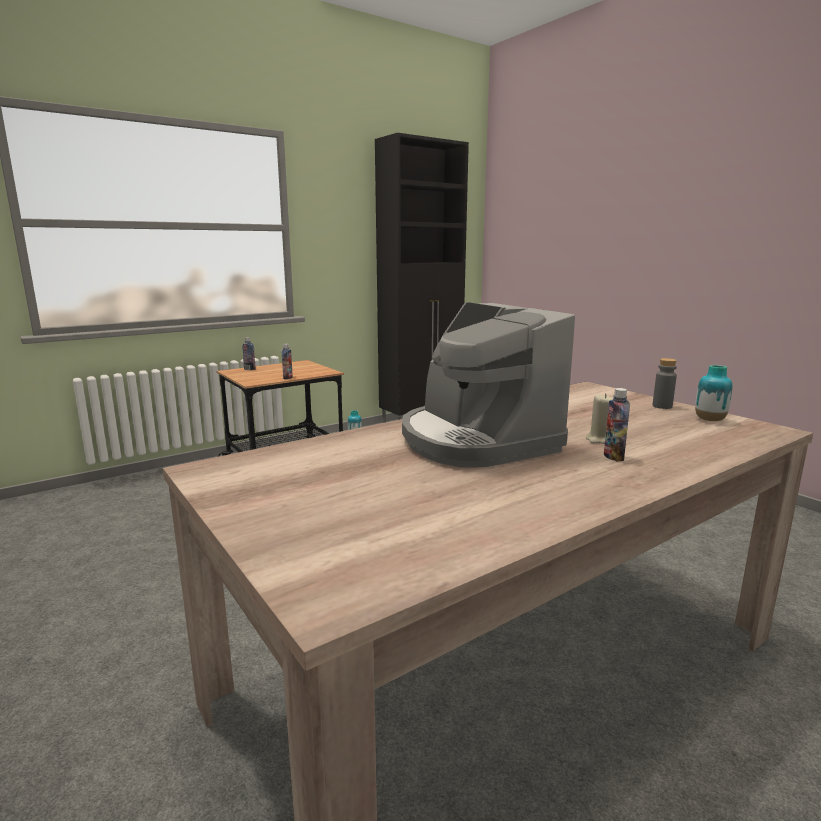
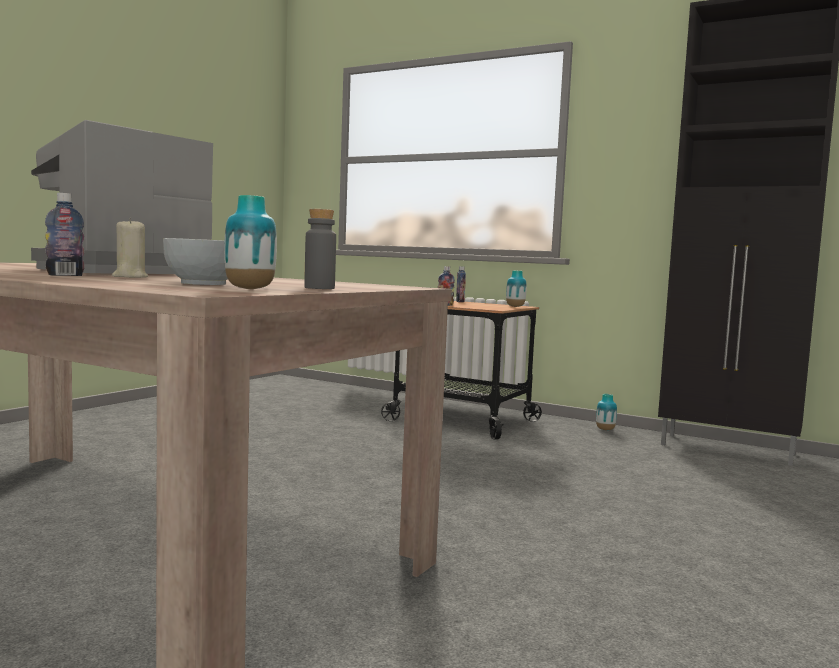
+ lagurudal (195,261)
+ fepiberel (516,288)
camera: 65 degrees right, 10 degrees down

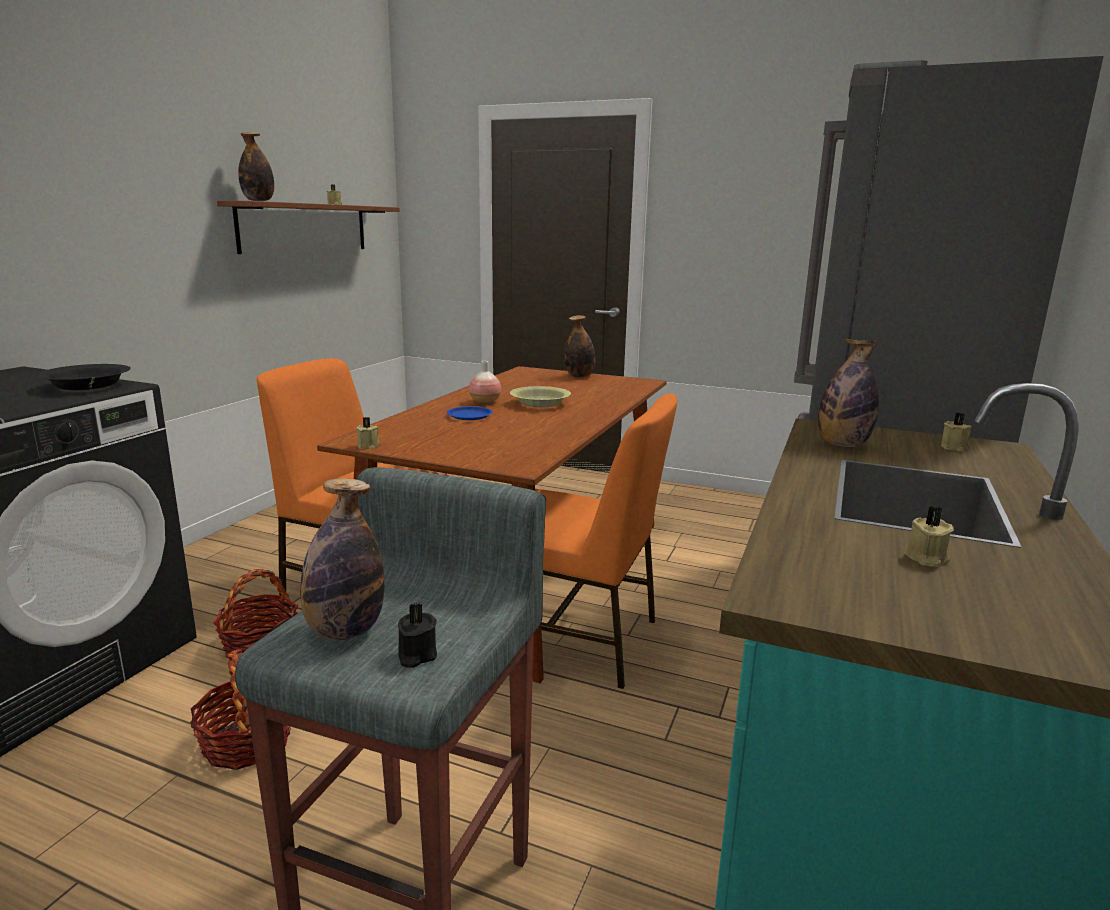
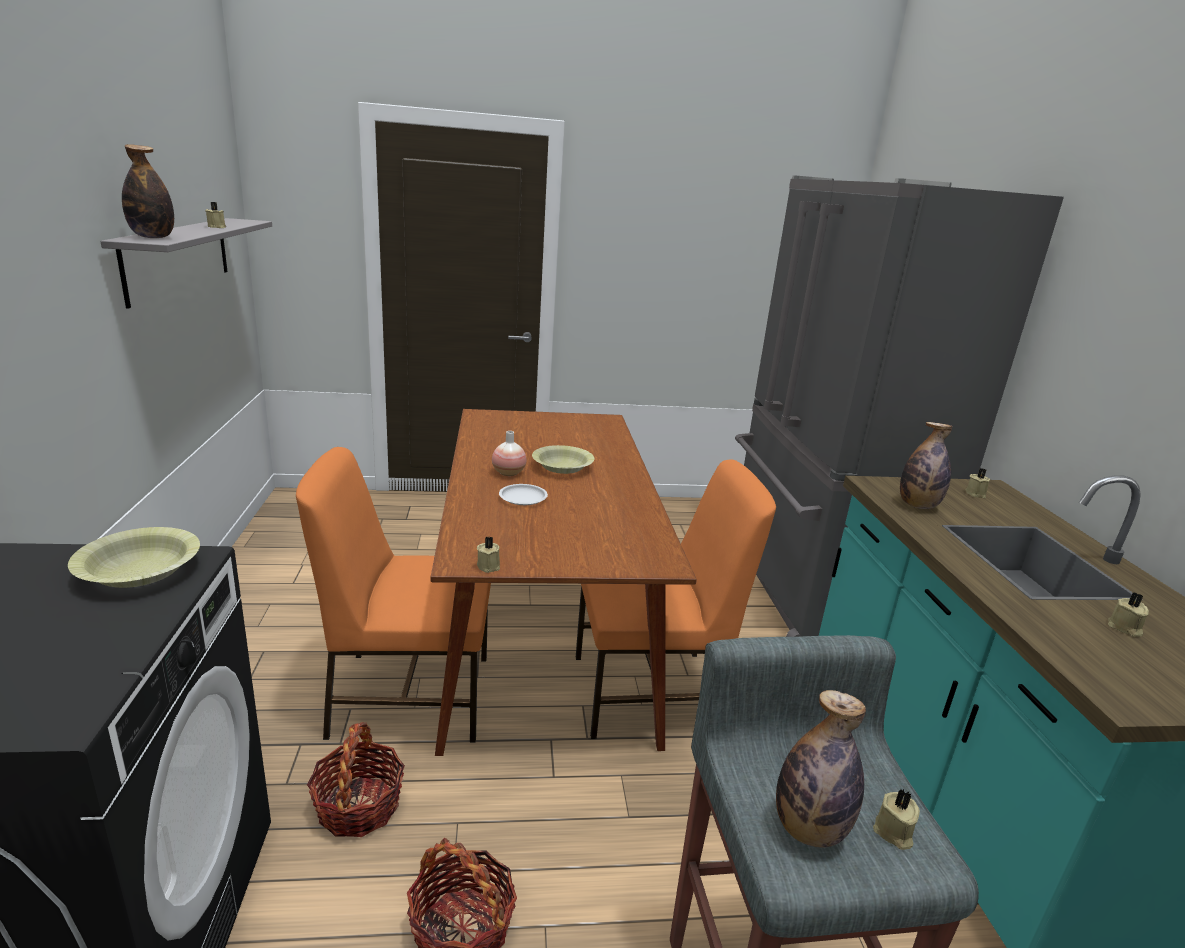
~ black_lagurudal (83,377) to yellow_lagurudal (134,557)
~ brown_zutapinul (308,227) to grey_zutapinul (186,263)
~ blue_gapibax (470,413) to white_gapibax (523,494)
~ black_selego (417,635) to beige_selego (896,819)
- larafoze (580,346)
camera: 30 degrees left, 5 degrees up

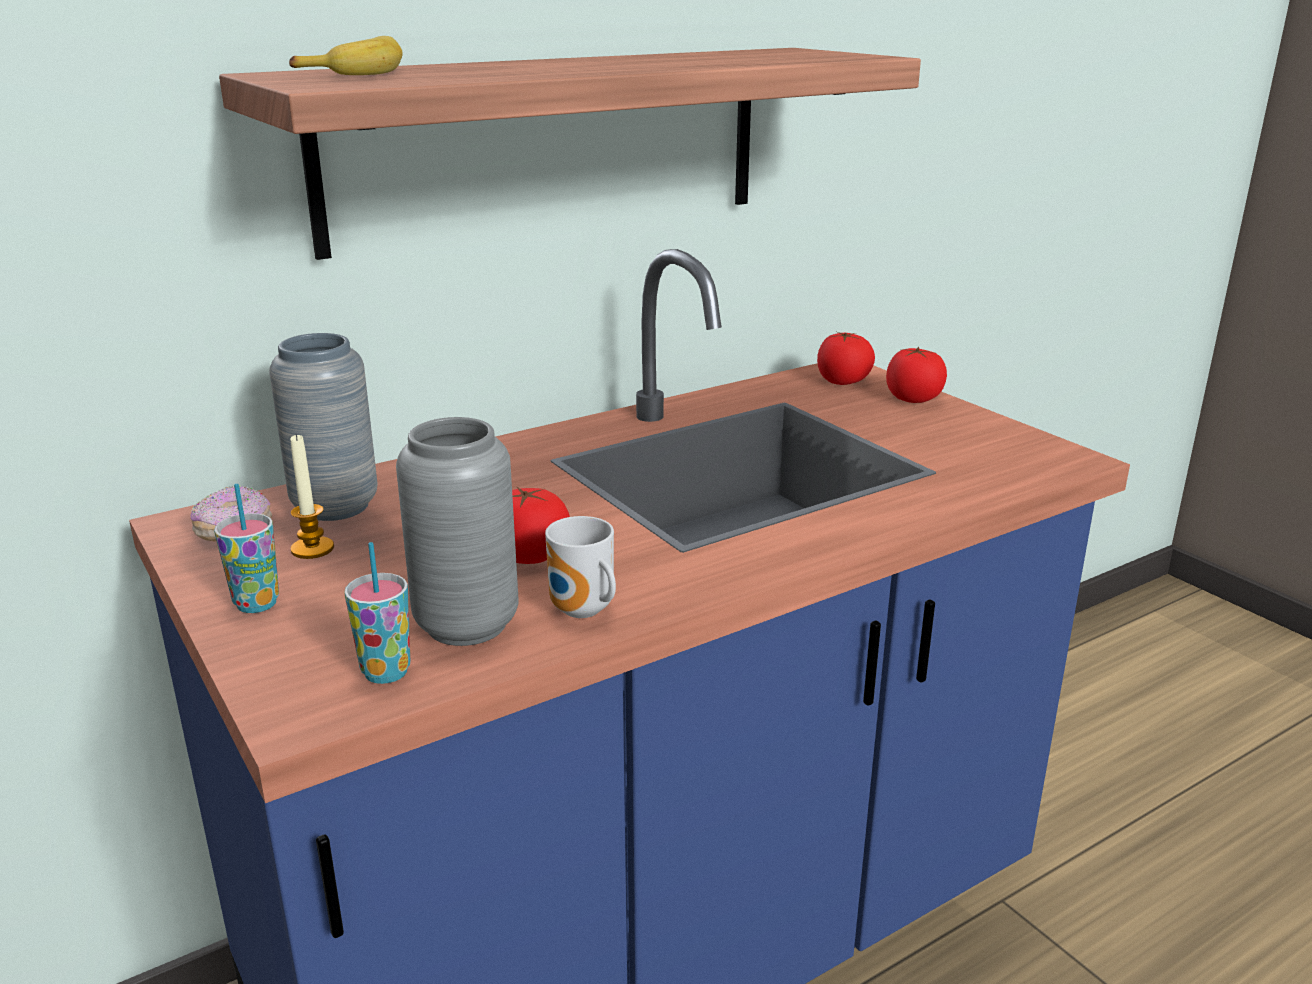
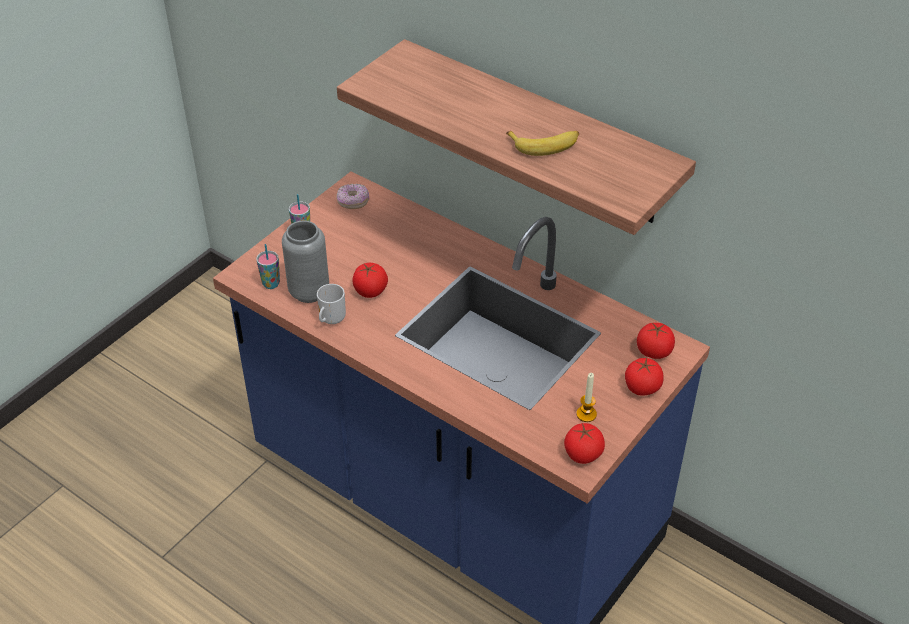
~ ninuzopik (346,55) to (542,143)
+ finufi (584,443)
~ selego (312,496) to (586,397)
- grey_fepiberel (323,427)
camera: 70 degrees right, 20 degrees up

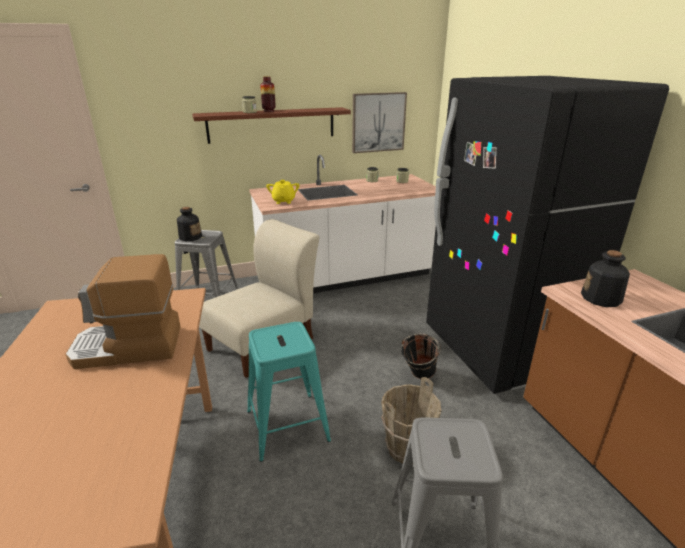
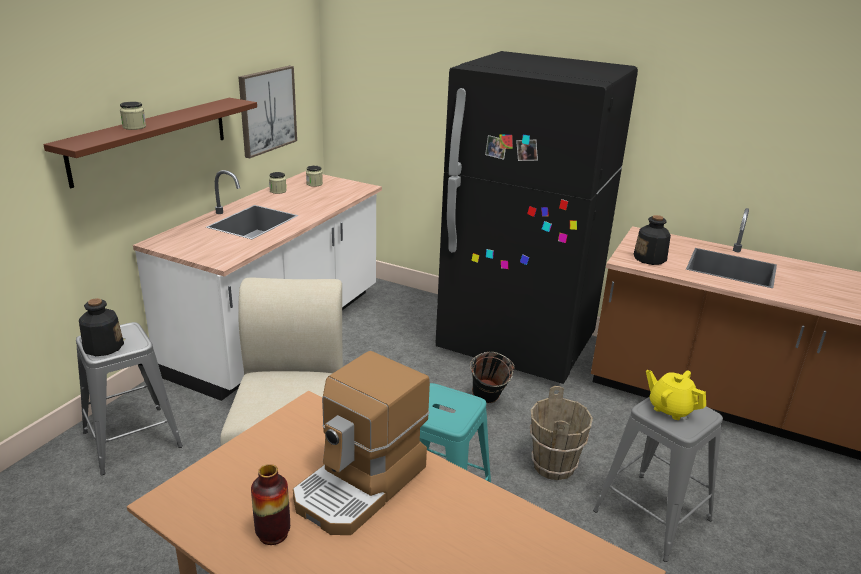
~ fepiberel (268,94) to (270,504)
~ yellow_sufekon (282,192) to (676,395)
camera: 45 degrees left, 0 degrees up

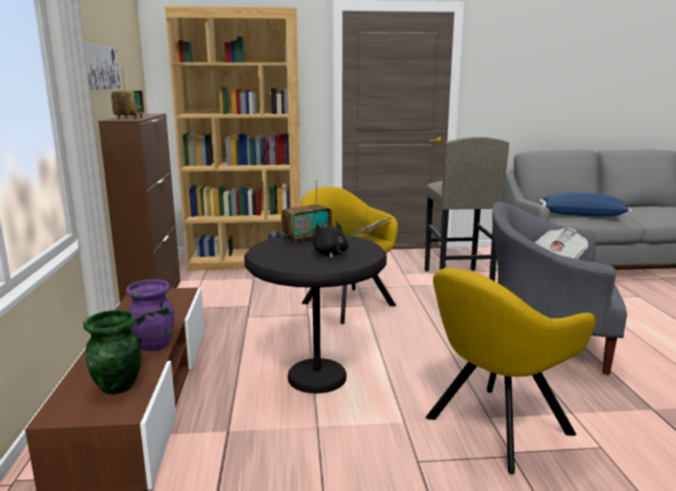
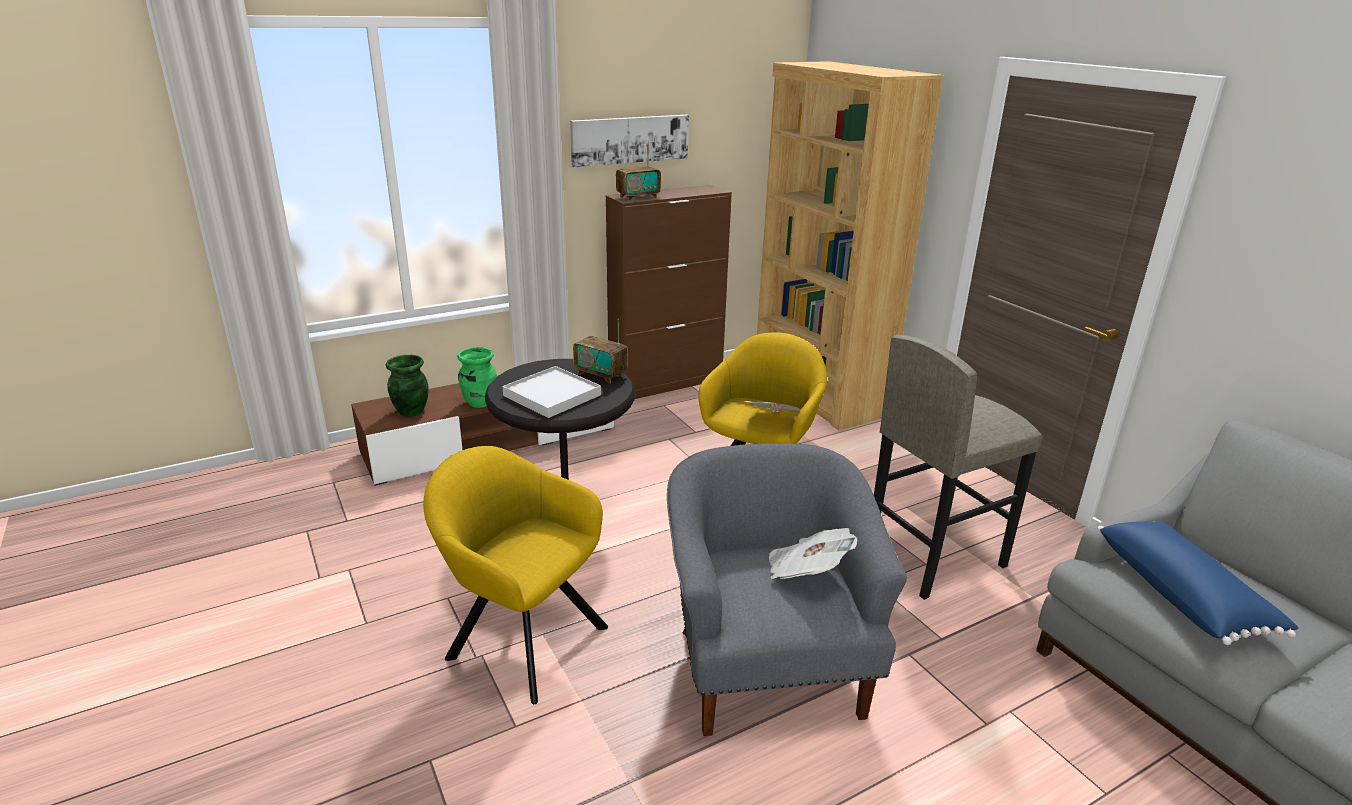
~ purple_fepiberel (150,315) to green_fepiberel (477,377)
~ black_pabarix (331,240) to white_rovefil (551,392)
camera: 65 degrees right, 10 degrees up

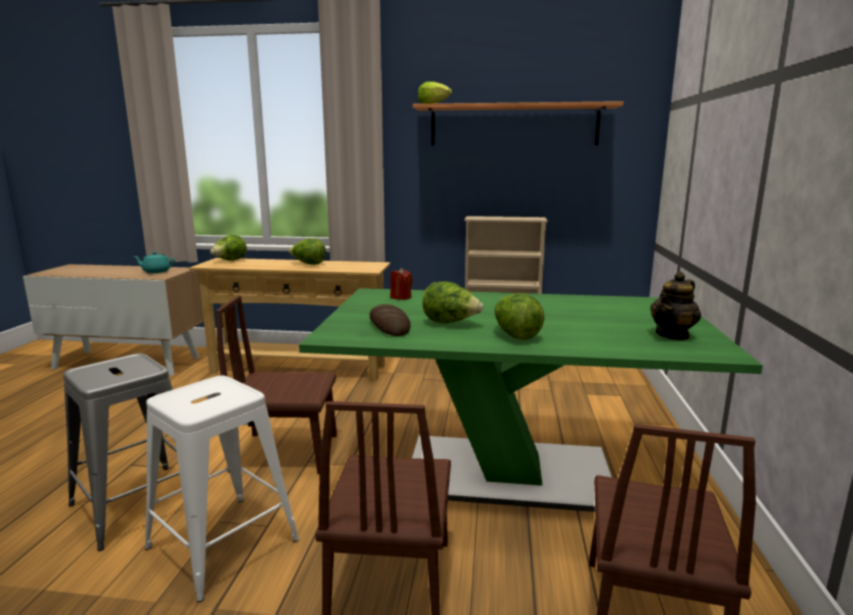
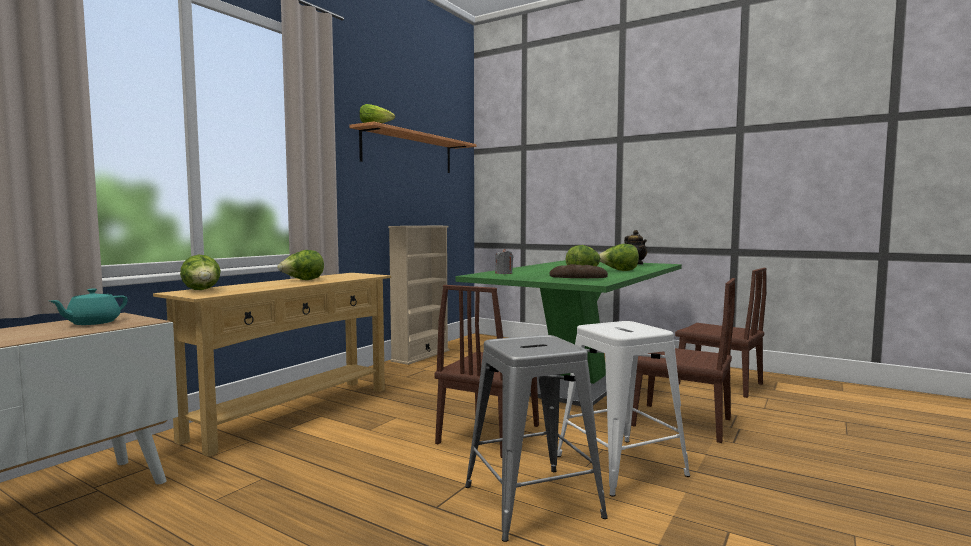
~ red_selego (401,284) to grey_selego (504,261)
camera: 65 degrees left, 10 degrees down

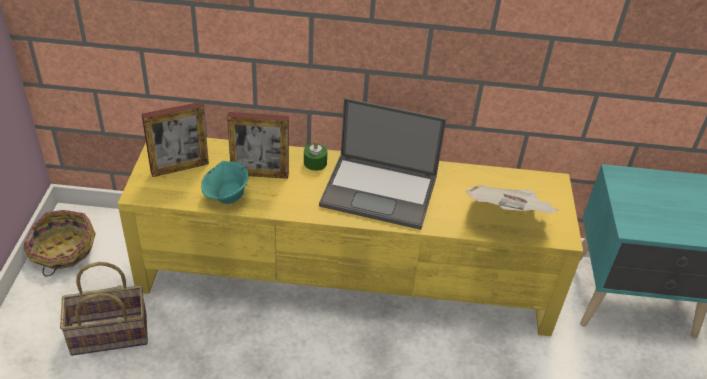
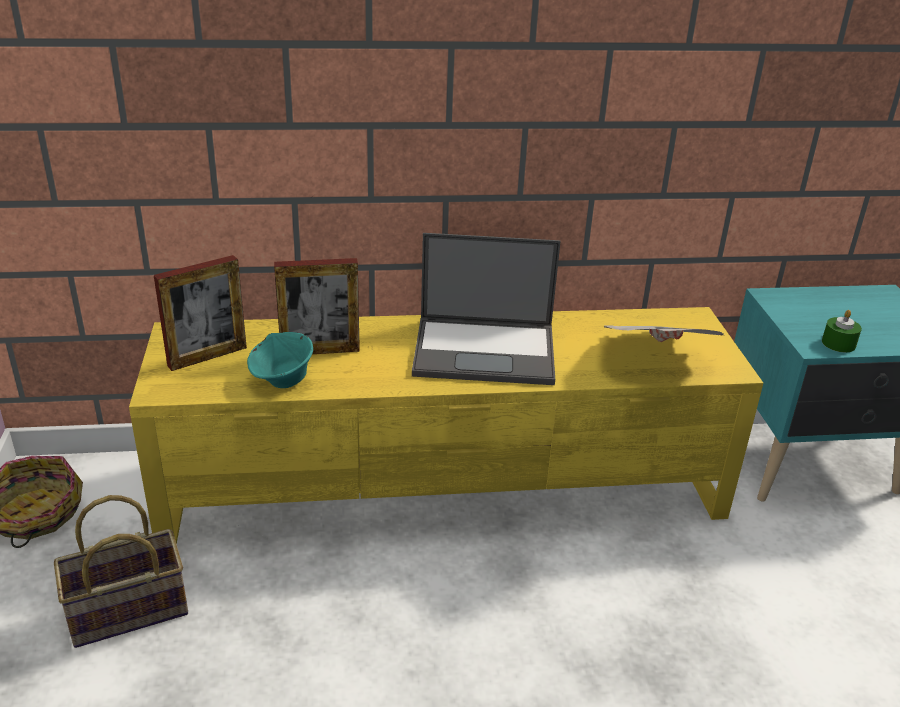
~ green_selego (315,156) to (842,331)
camera: 10 degrees left, 10 degrees down

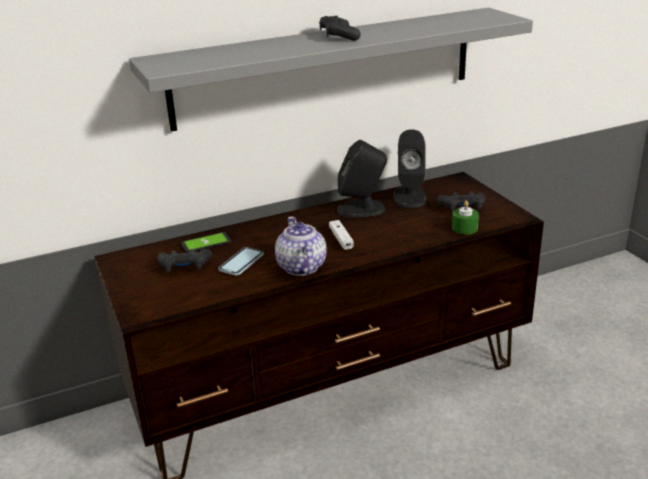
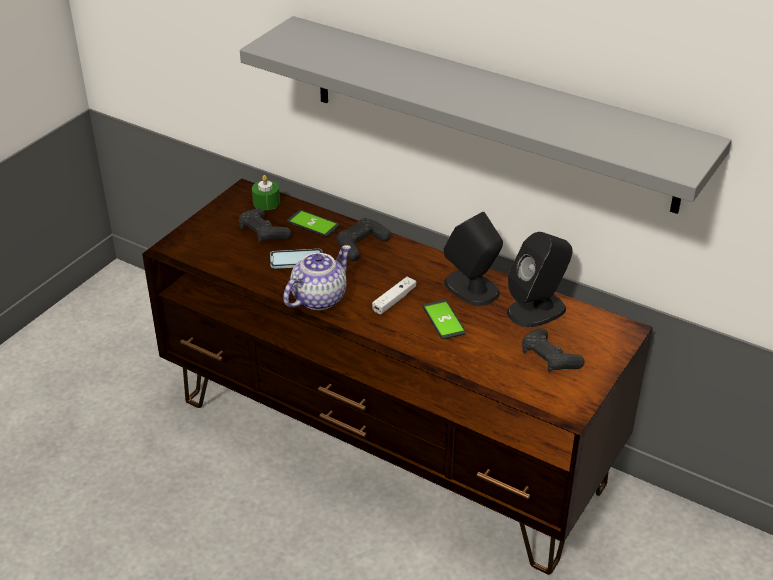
~ green_selego (465,218) to (266,192)
~ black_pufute (340,28) to (363,239)
+ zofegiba (444,319)
camera: 55 degrees right, 10 degrees up

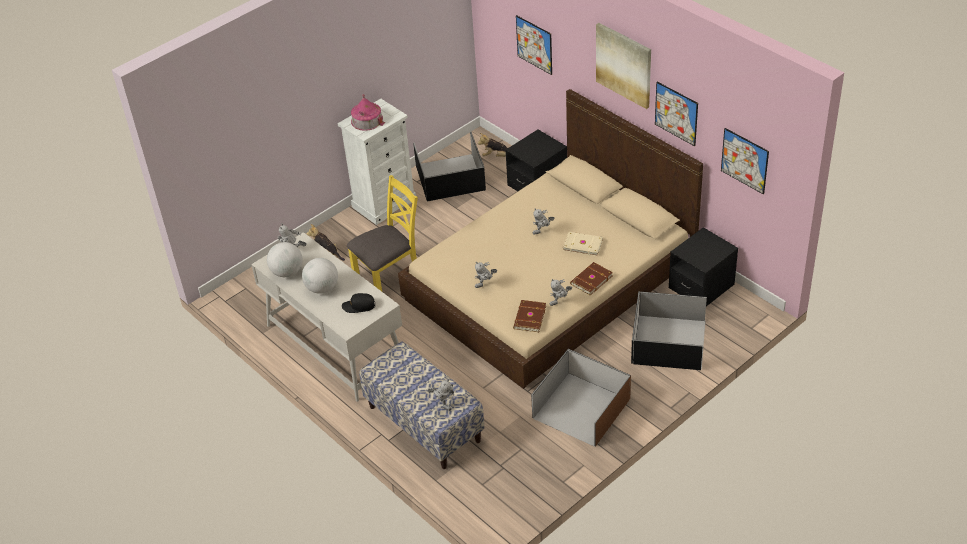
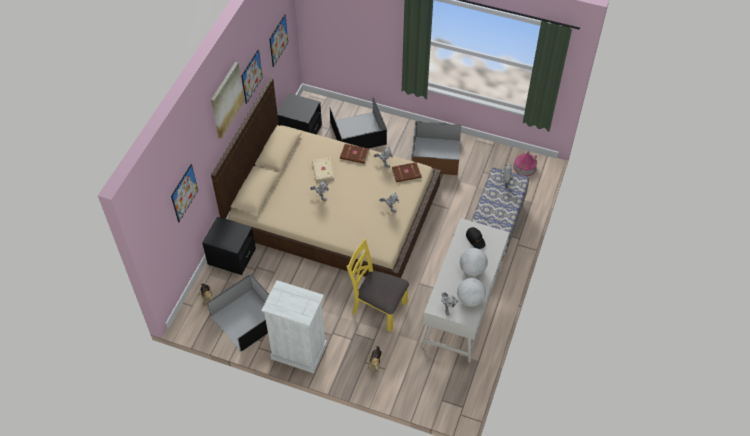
~ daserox (368,112) to (525,163)
camera: 120 degrees left, 10 degrees up

